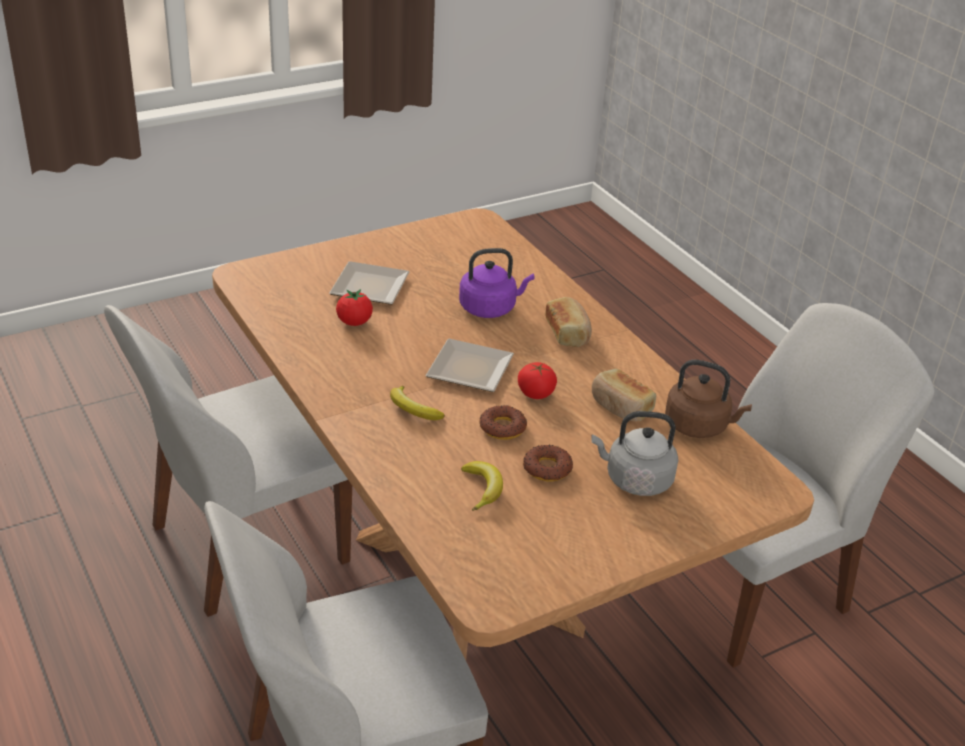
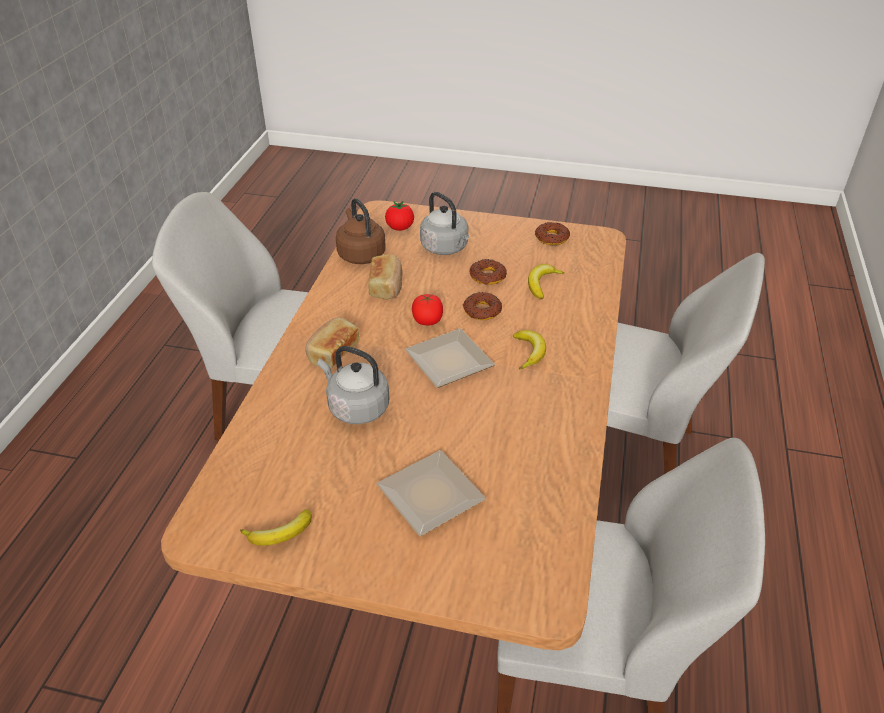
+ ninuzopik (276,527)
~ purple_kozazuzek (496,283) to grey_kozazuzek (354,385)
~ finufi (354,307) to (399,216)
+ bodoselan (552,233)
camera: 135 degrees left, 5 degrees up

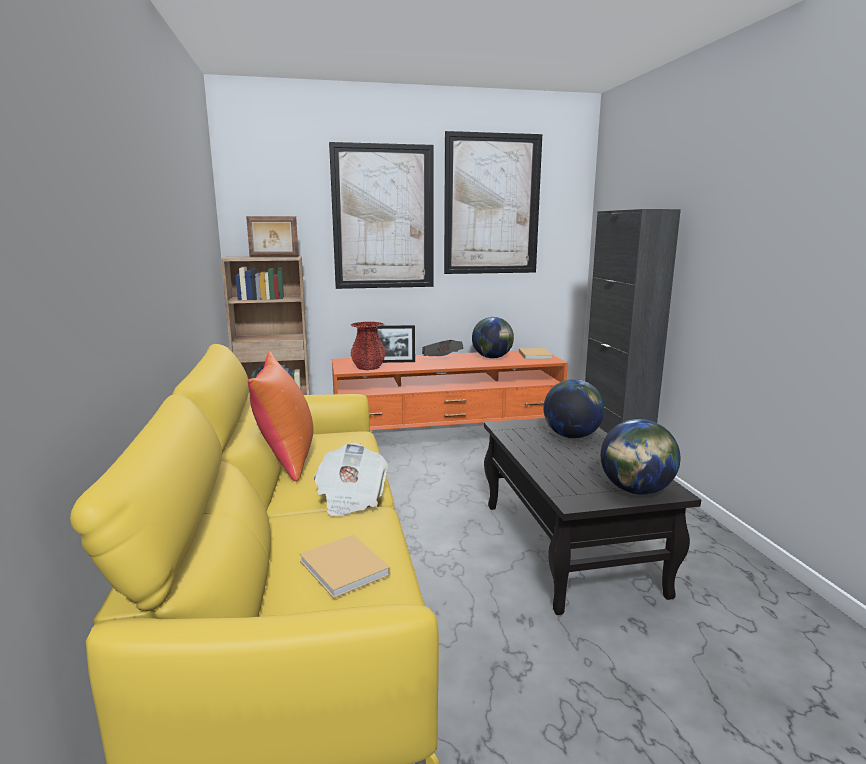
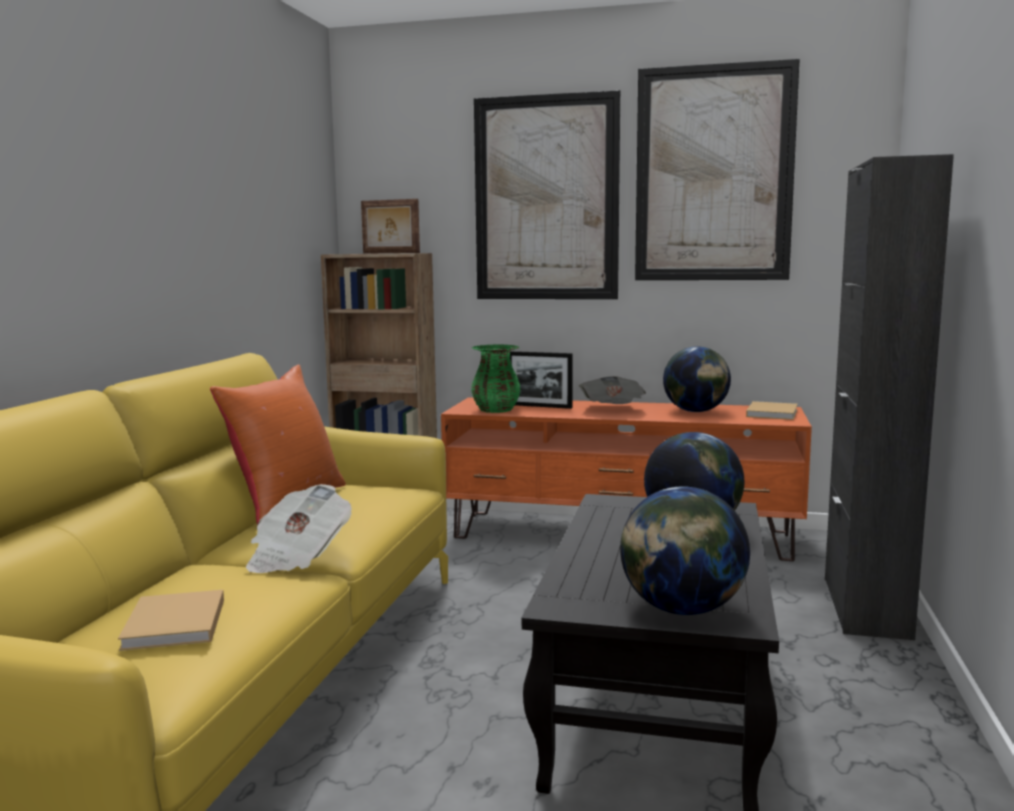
~ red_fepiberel (367,346) to green_fepiberel (496,378)
camera: 25 degrees right, 5 degrees down

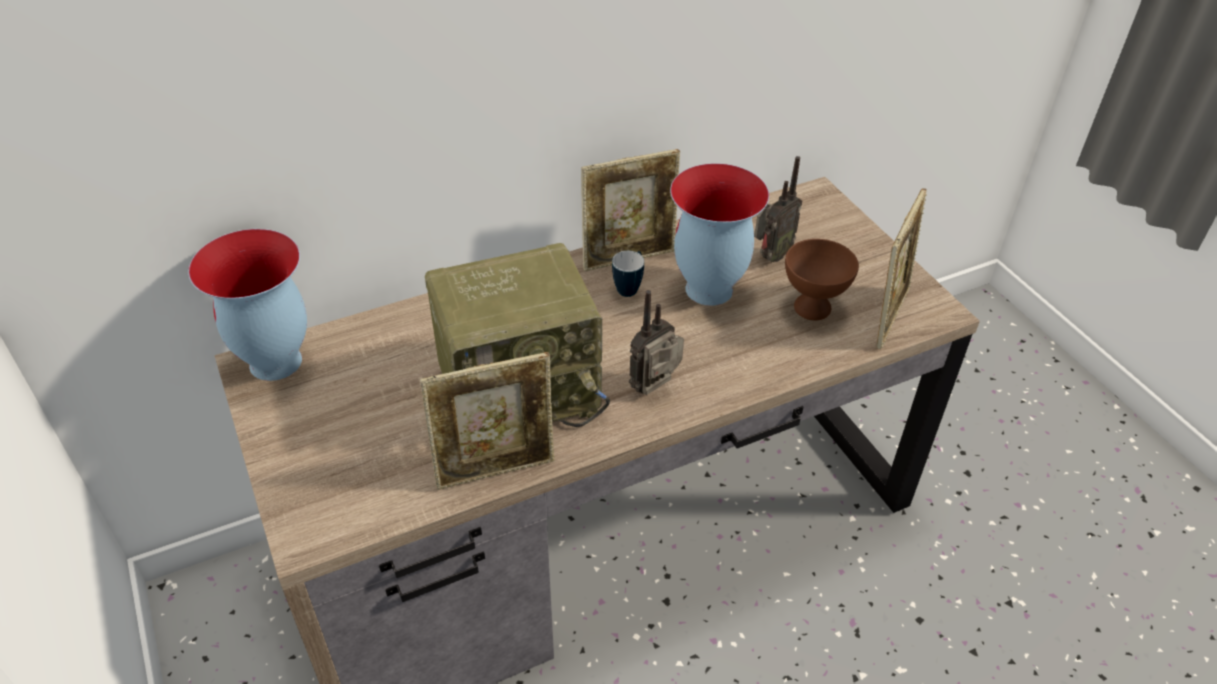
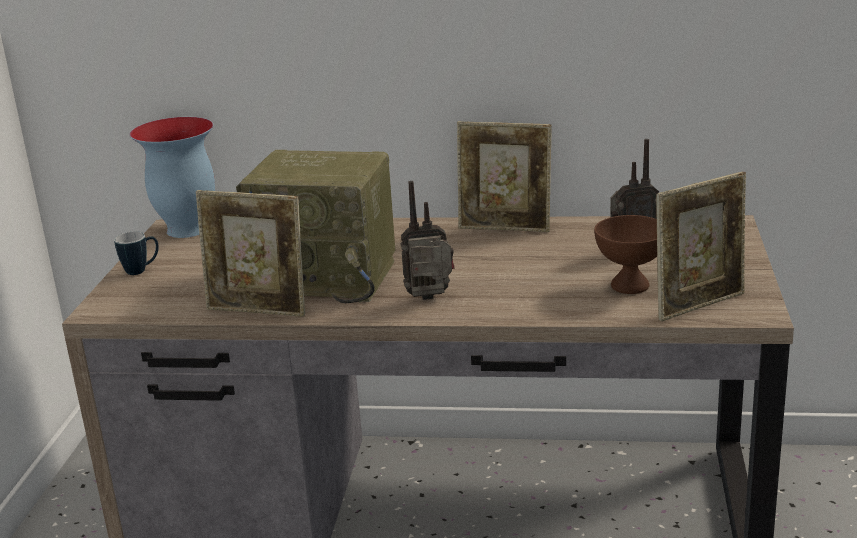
~ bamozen (628,274) to (136,253)
- fepiberel (719,234)
camera: 35 degrees right, 20 degrees down

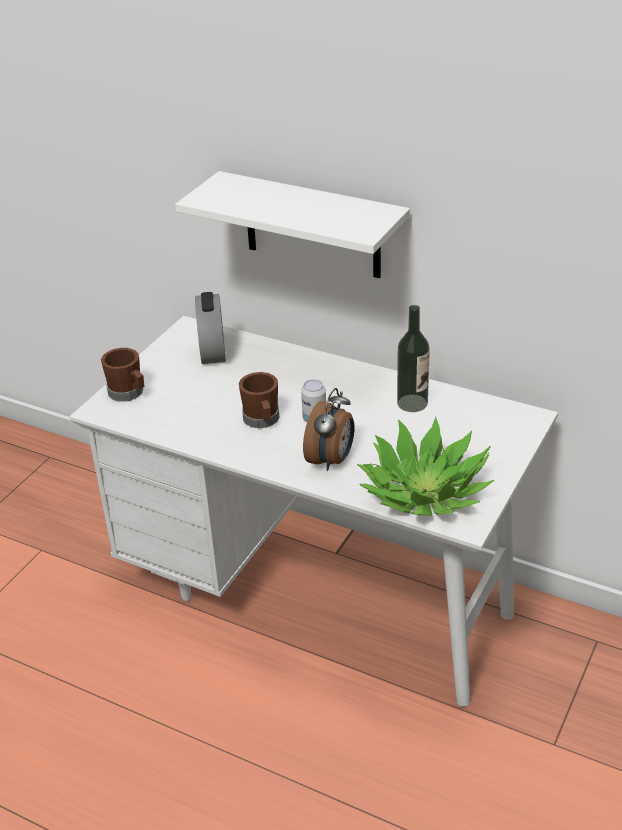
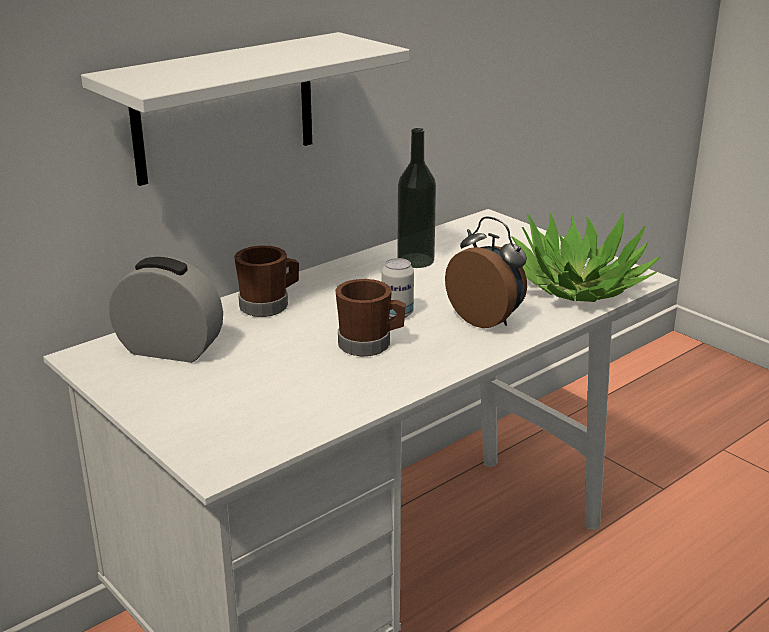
~ brown_bamozen (123,375) to (266,281)
camera: 70 degrees left, 10 degrees down

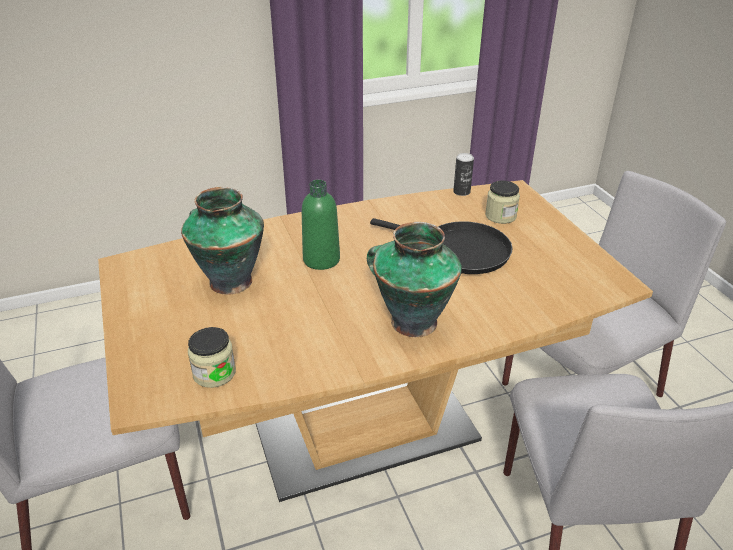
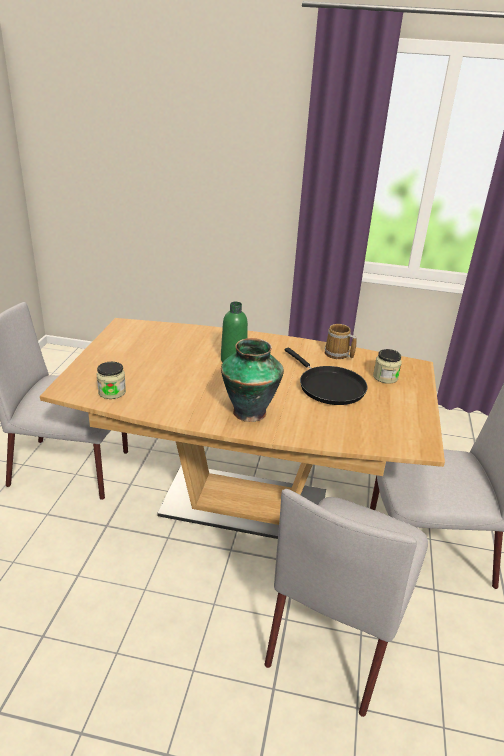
+ bamozen (340,341)
- fepiberel (222,241)
- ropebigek (463,174)
camera: 30 degrees right, 5 degrees down

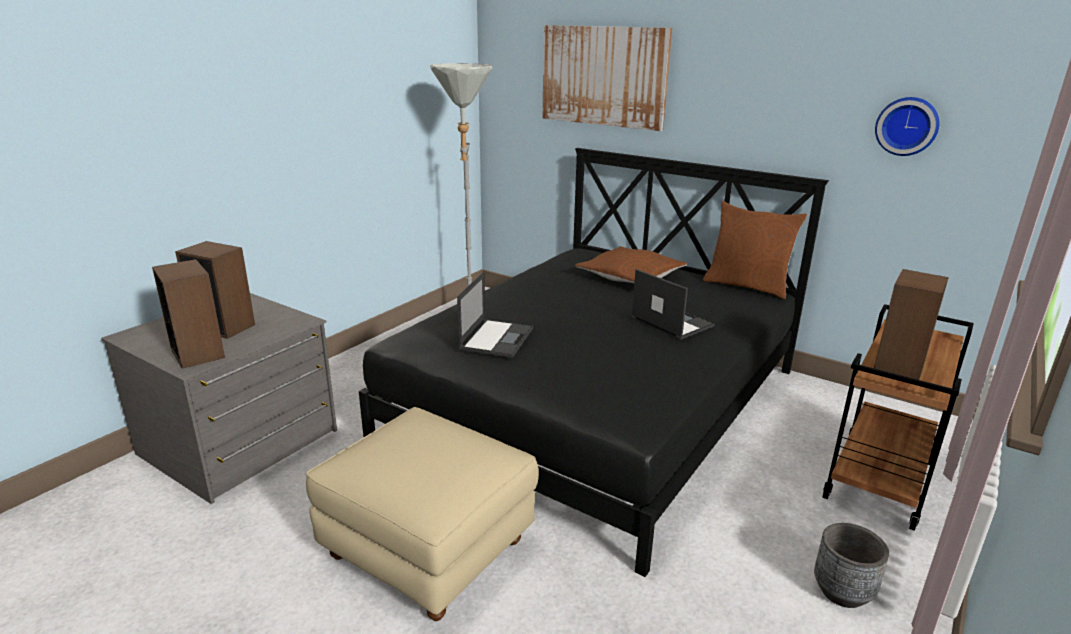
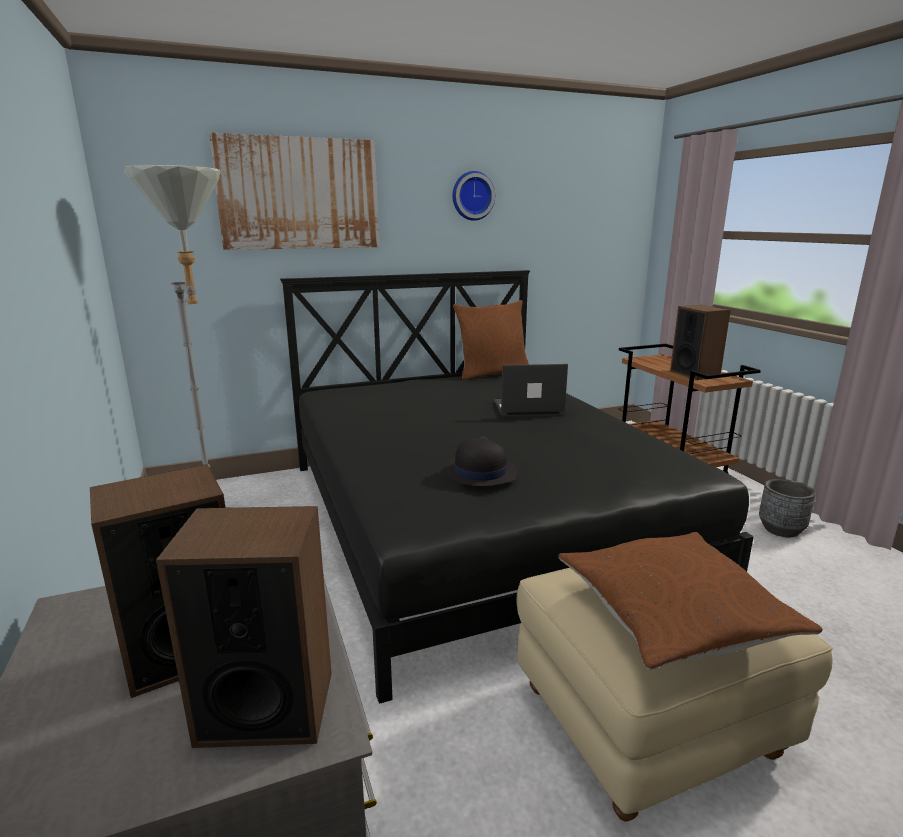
~ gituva (495,315) to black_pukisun (480,461)
~ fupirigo (907,126) to (474,196)
~ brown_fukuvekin (631,264) to (690,601)
camera: 55 degrees left, 5 degrees down

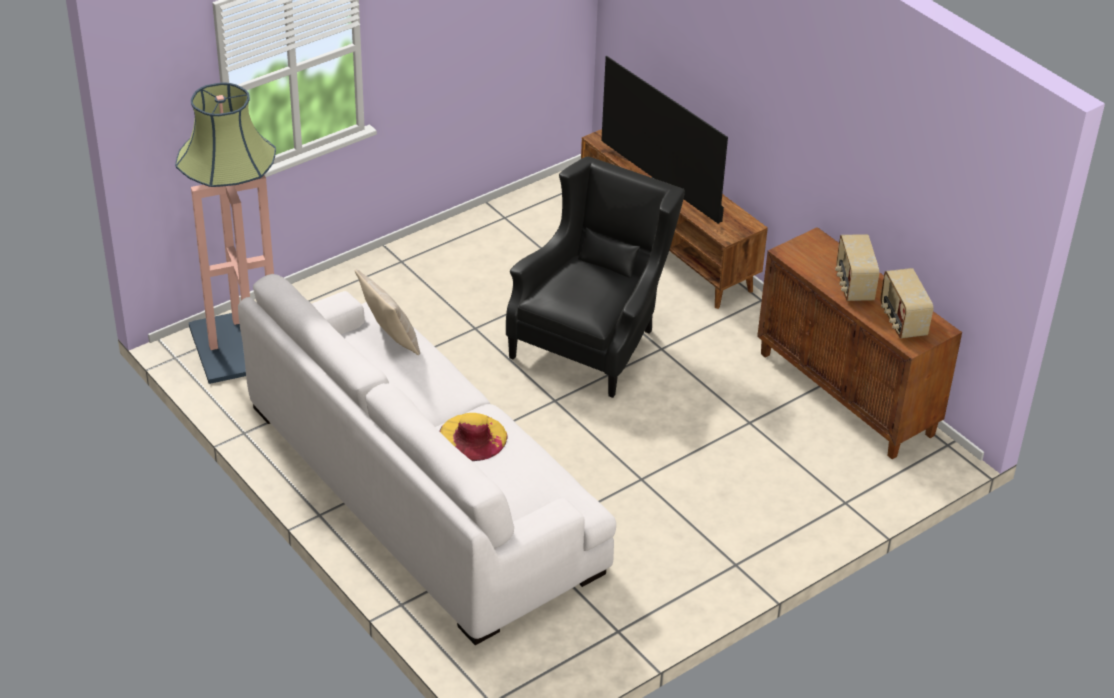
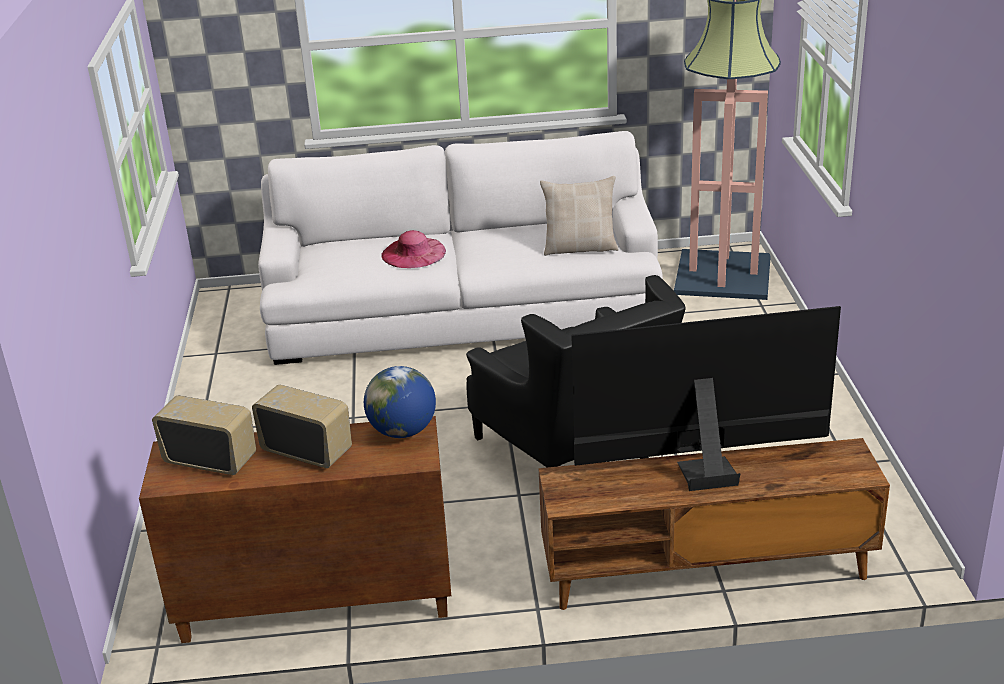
+ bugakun (400,402)
~ yellow_pukisun (473,437) to pink_pukisun (413,249)
camera: 125 degrees right, 10 degrees down

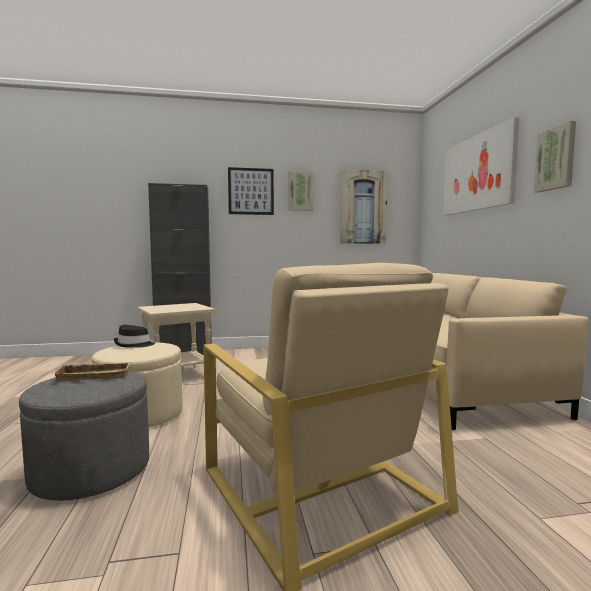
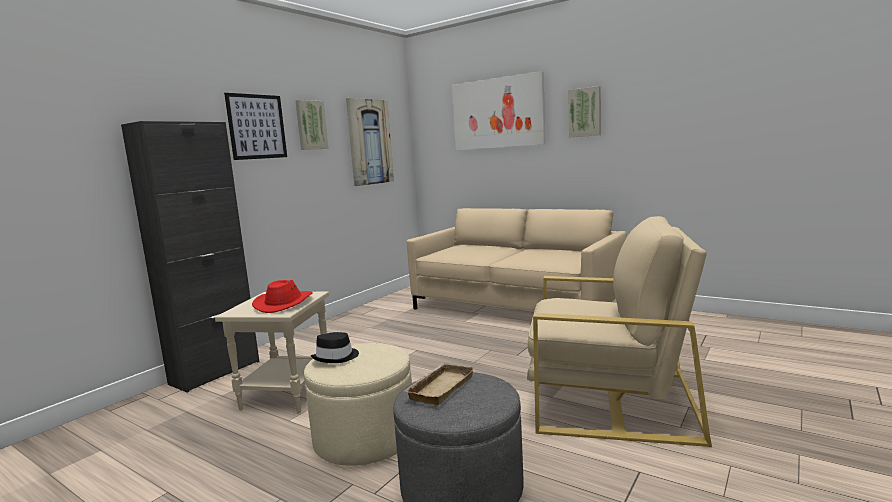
+ red_pukisun (282,296)
camera: 45 degrees left, 5 degrees up

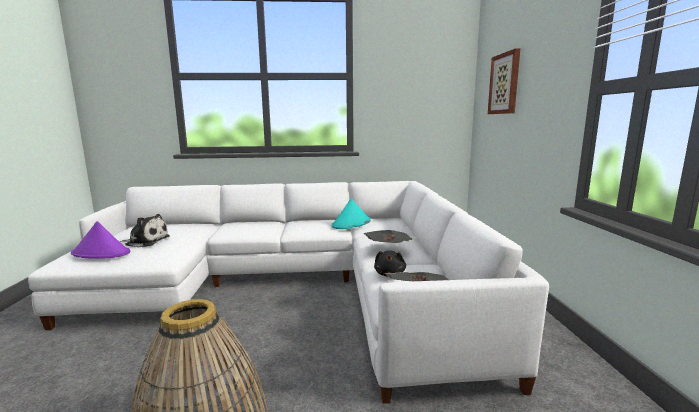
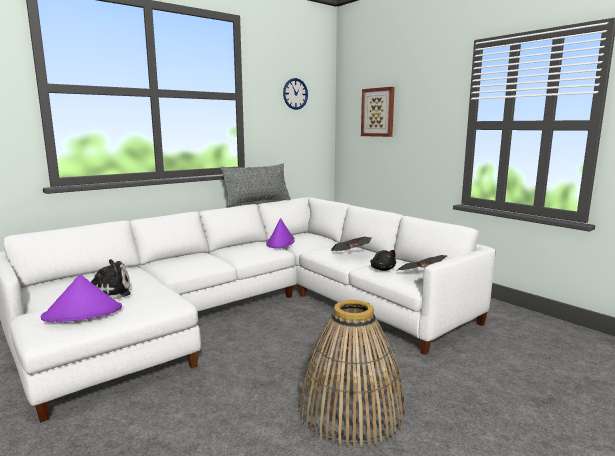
+ grey_fukuvekin (255,185)
~ turquoise_pukisun (351,213) to purple_pukisun (280,233)
+ fupirigo (295,94)
camera: 35 degrees left, 0 degrees up

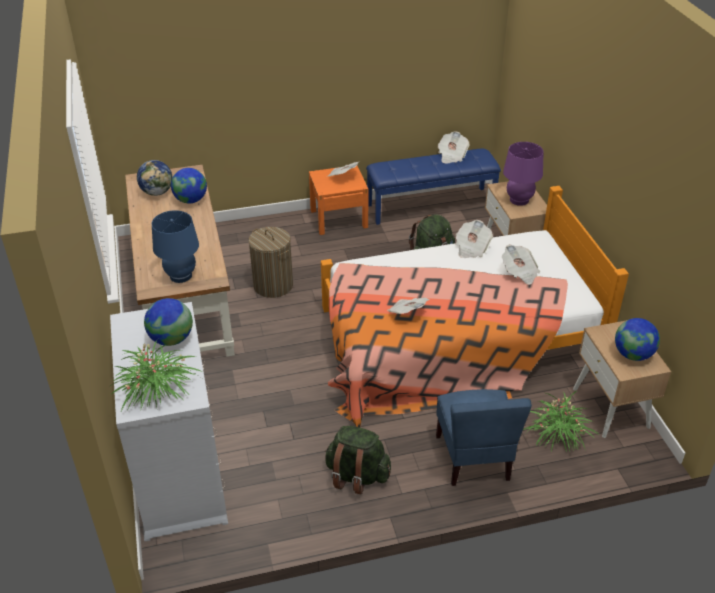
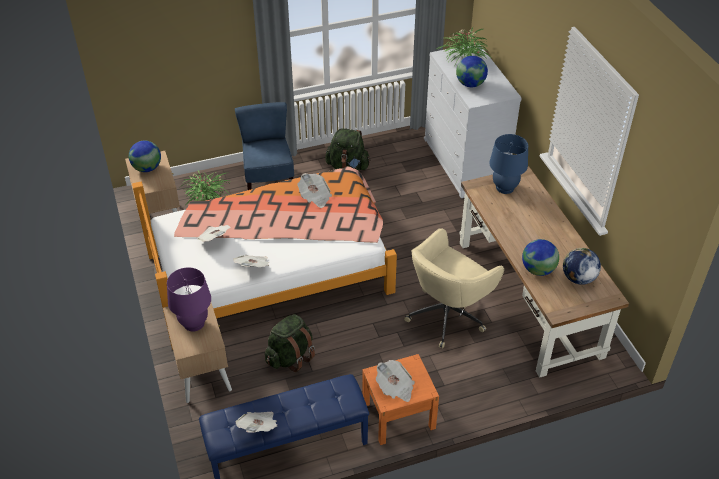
~ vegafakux (271,262) to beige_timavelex (454,288)
camera: 175 degrees right, 5 degrees up

